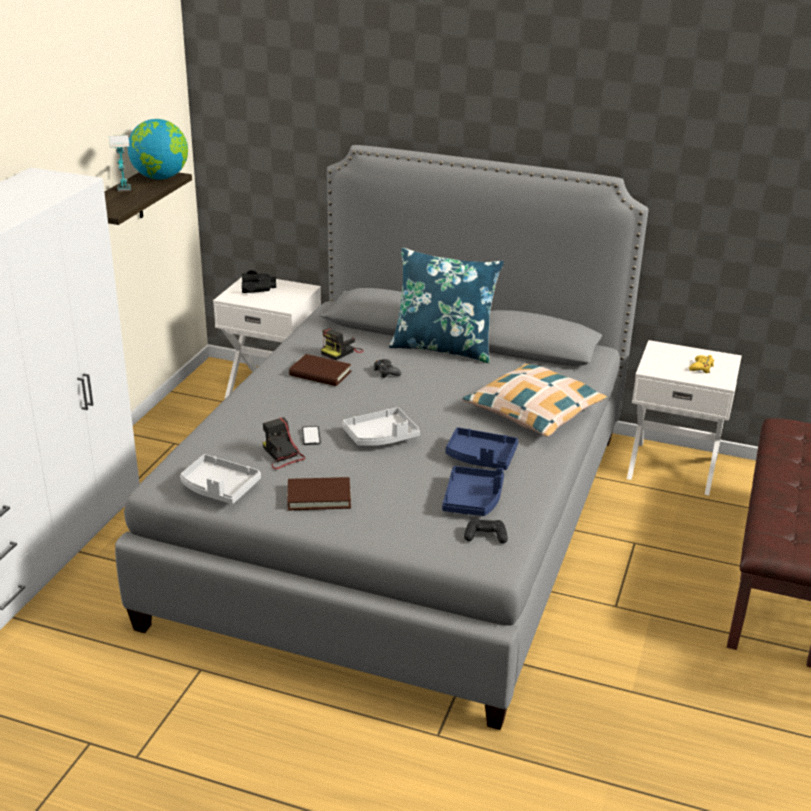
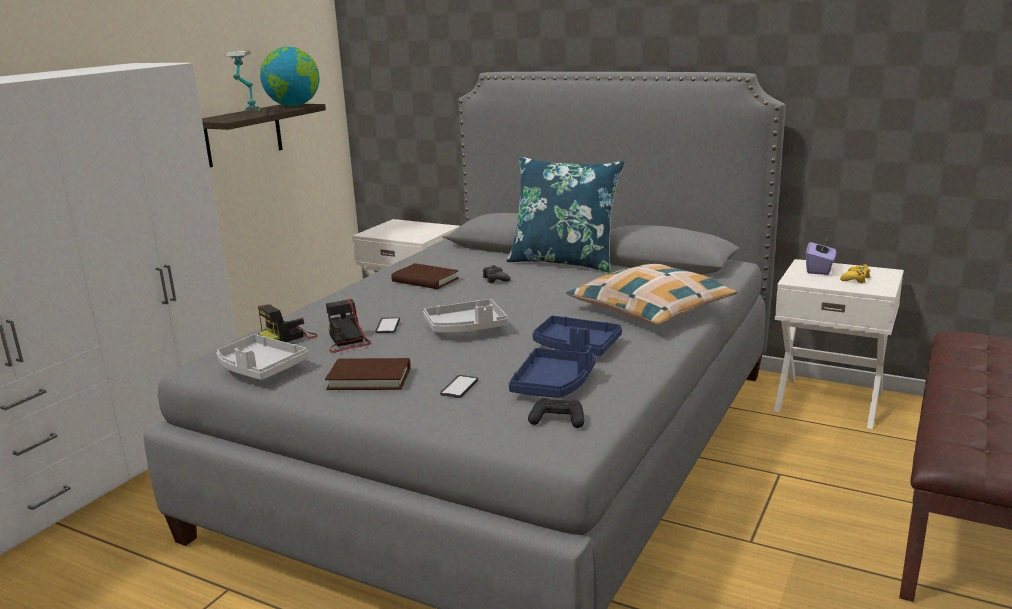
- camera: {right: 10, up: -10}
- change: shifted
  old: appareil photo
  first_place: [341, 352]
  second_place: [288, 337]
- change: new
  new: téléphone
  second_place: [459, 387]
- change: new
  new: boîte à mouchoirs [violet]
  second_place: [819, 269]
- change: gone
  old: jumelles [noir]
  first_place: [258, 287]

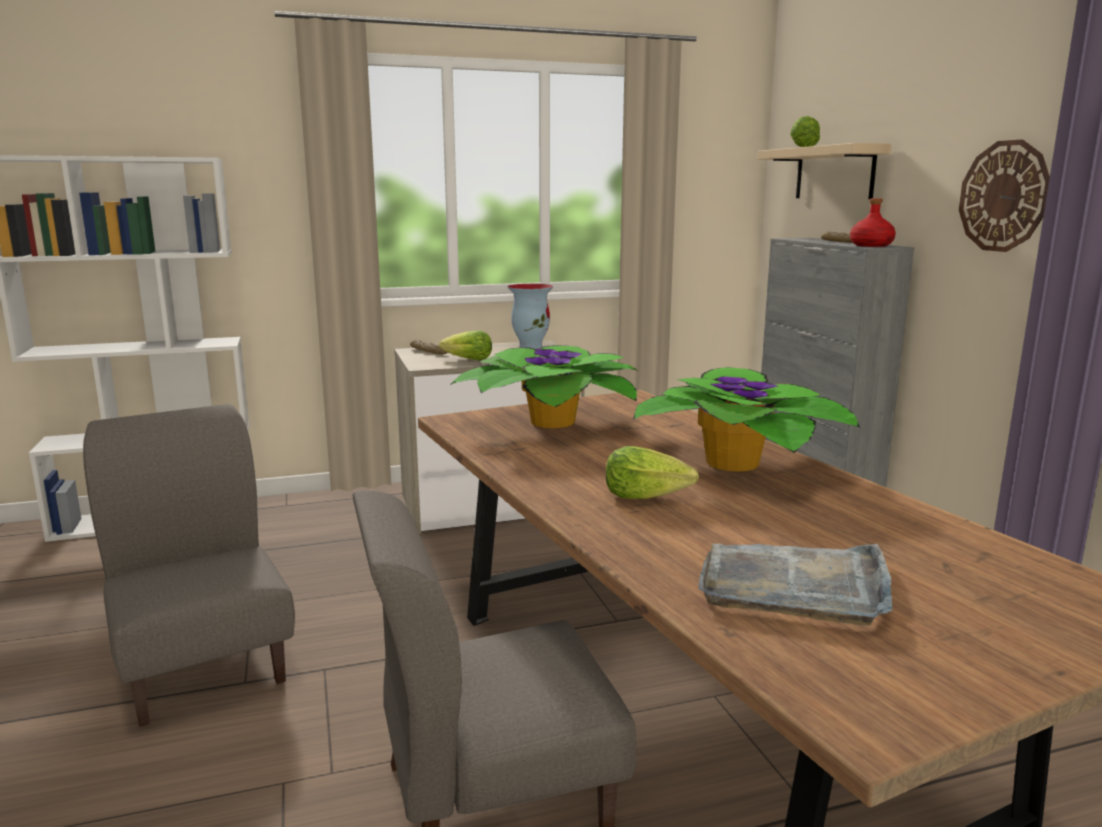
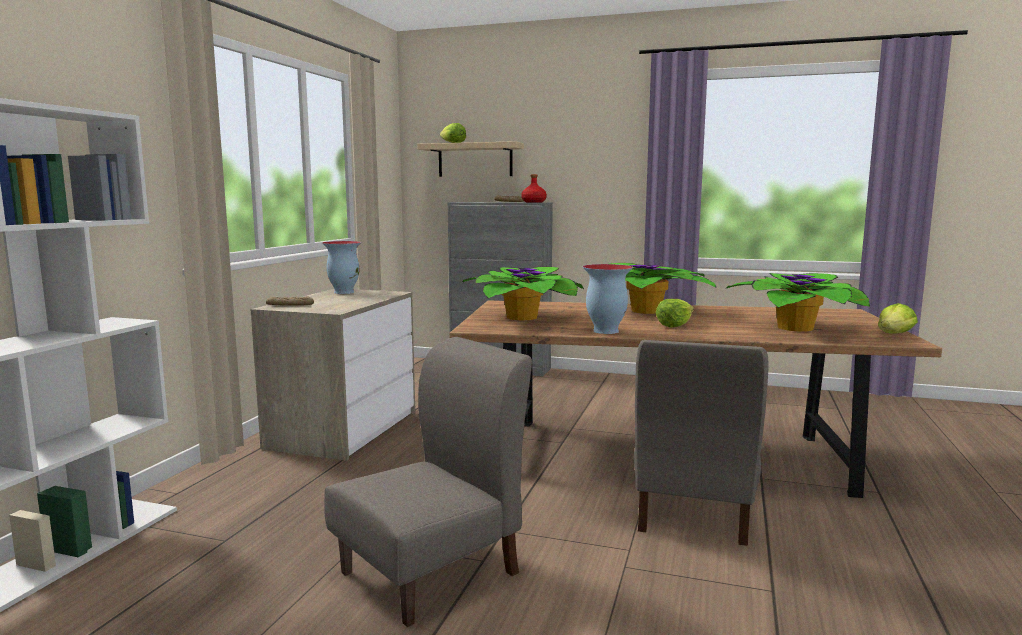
- camera: {right: -55, up: -5}
- change: rotated
  old: chaise [gris]
  first_place: [204, 664]
  second_place: [432, 572]
  degrees: 135
- change: new
  new: vase
  second_place: [605, 331]
- change: swapped
  old: plateau [gris]
  new: plante en pot
  first_place: [794, 585]
  second_place: [797, 329]
- change: shifted
  old: laitue
  first_place: [468, 360]
  second_place: [894, 335]
- change: gone
  old: horloge murale
  first_place: [1003, 196]

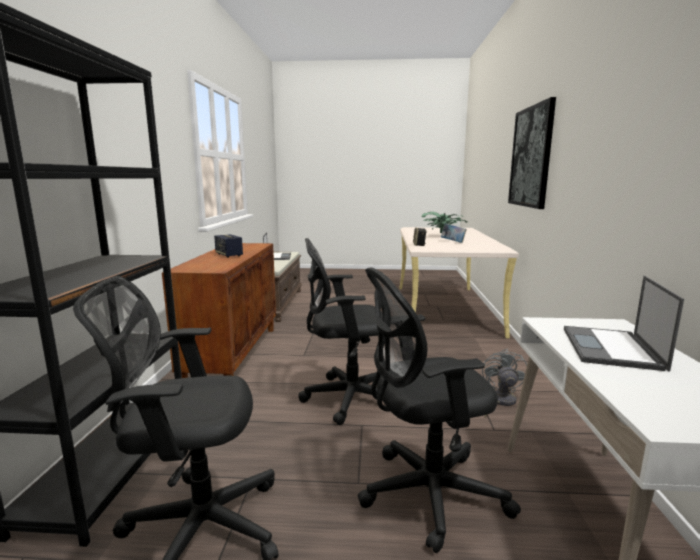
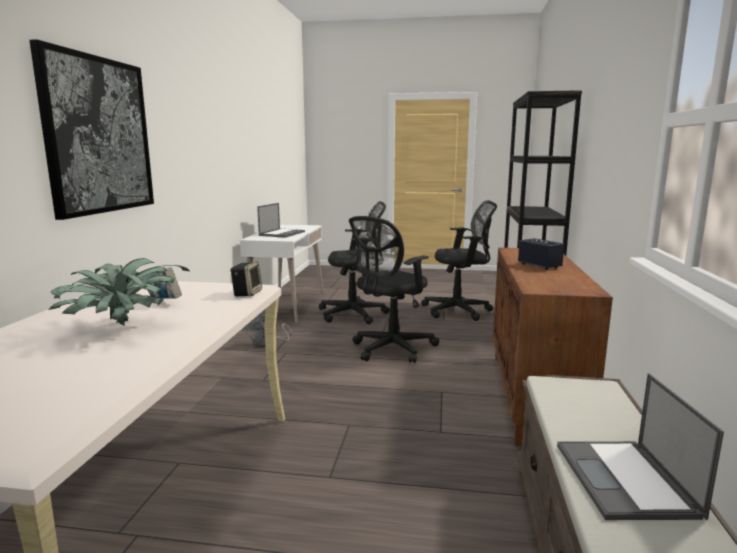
- camera: {right: -175, up: 0}
- change: rotated
  old: chaise de bureau [noir]
  first_place: [347, 398]
  second_place: [390, 349]
  degrees: 135

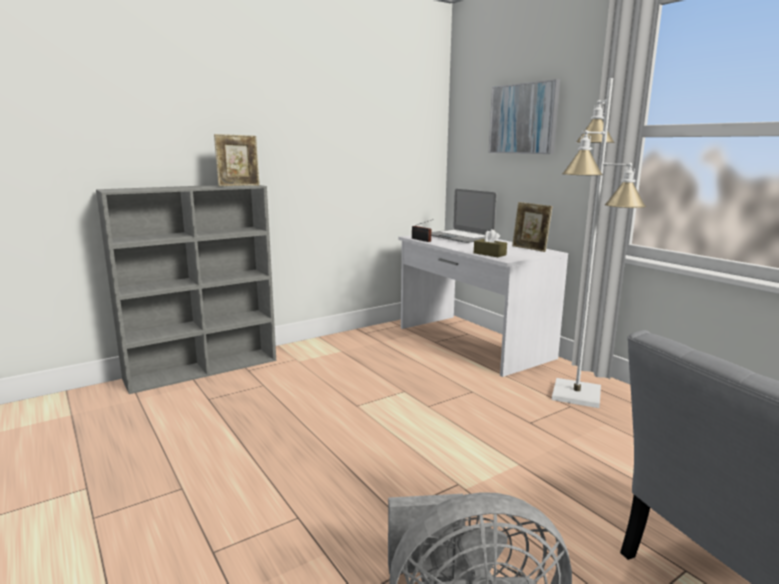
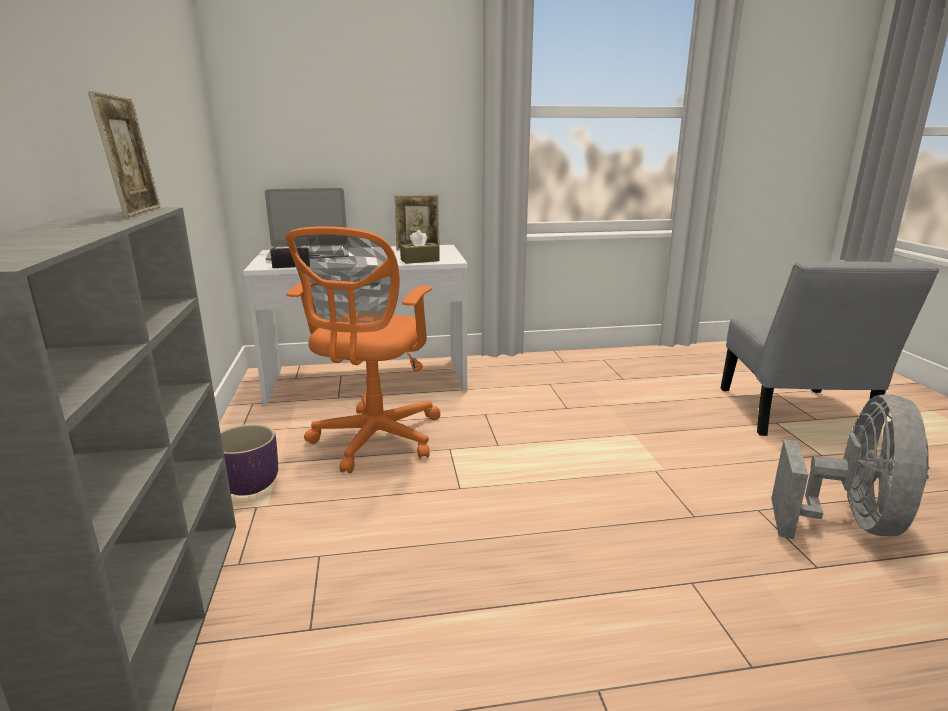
- camera: {right: -65, up: 5}
- change: new
  new: cache-pot [violet]
  second_place: [249, 485]
- change: new
  new: chaise de bureau [orange]
  second_place: [374, 441]
- change: gone
  old: tableau
  first_place: [523, 119]
- change: gone
  old: lampadaire [blanc]
  first_place: [577, 394]

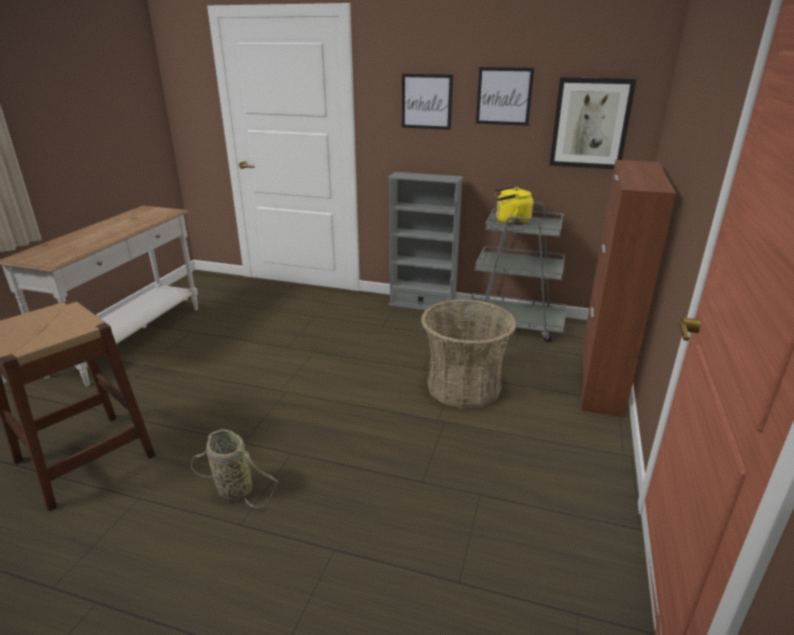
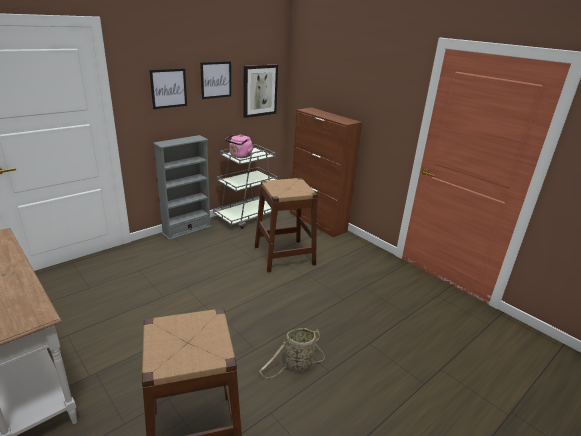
- camera: {right: -60, up: 0}
- change: repainted
  old: bouilloire [jaune]
  new: bouilloire [rose]
  first_place: [510, 222]
  second_place: [239, 156]
- change: swapped
  old: panier
  new: tabouret [marron]
  first_place: [464, 386]
  second_place: [284, 255]

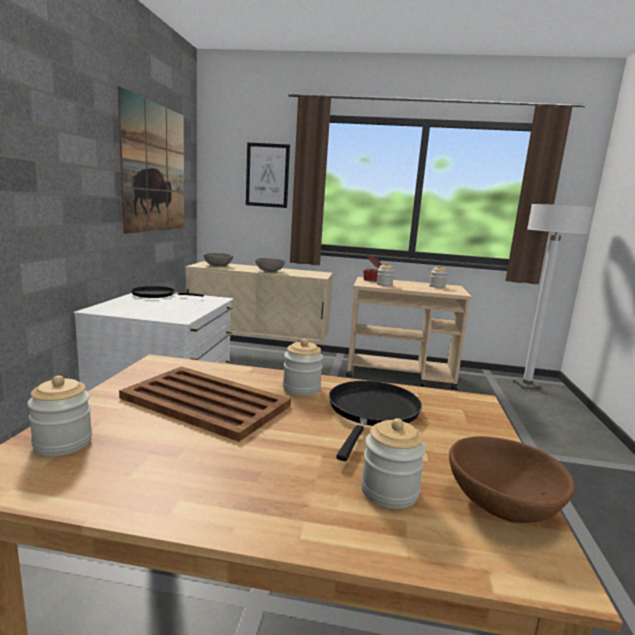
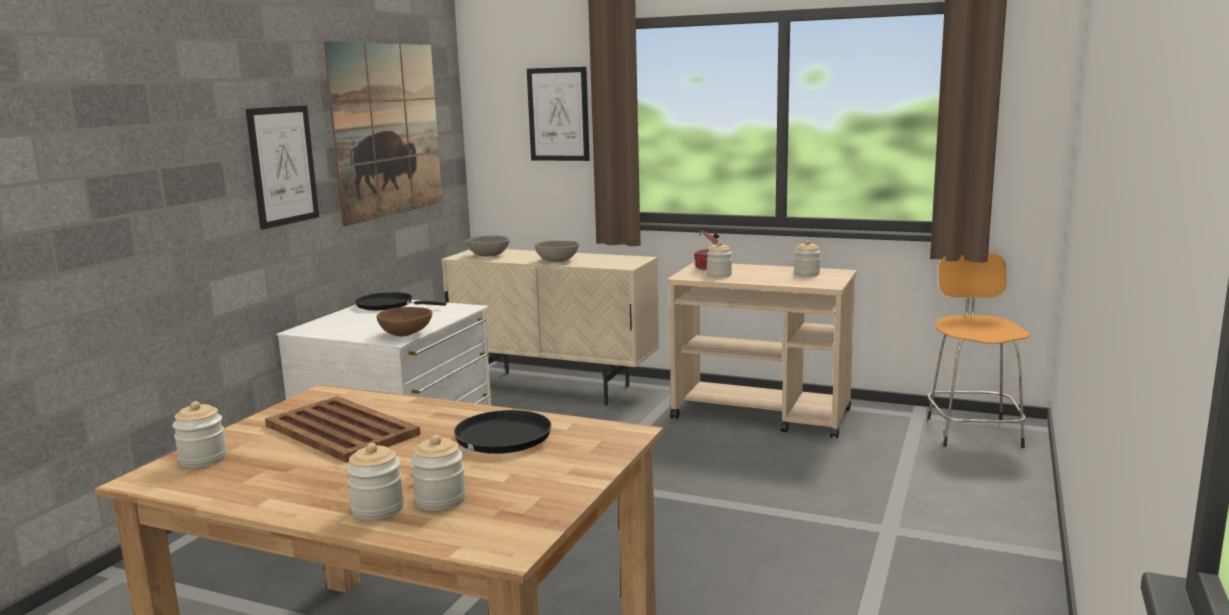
- camera: {right: 15, up: 0}
- change: new
  new: tableau
  second_place: [283, 165]
- change: shifted
  old: bocal
  first_place: [301, 388]
  second_place: [377, 509]
- change: shifted
  old: bol [marron]
  first_place: [502, 505]
  second_place: [405, 334]
- change: swapped
  old: lampadaire [blanc]
  new: tabouret [orange]
  first_place: [526, 385]
  second_place: [973, 431]

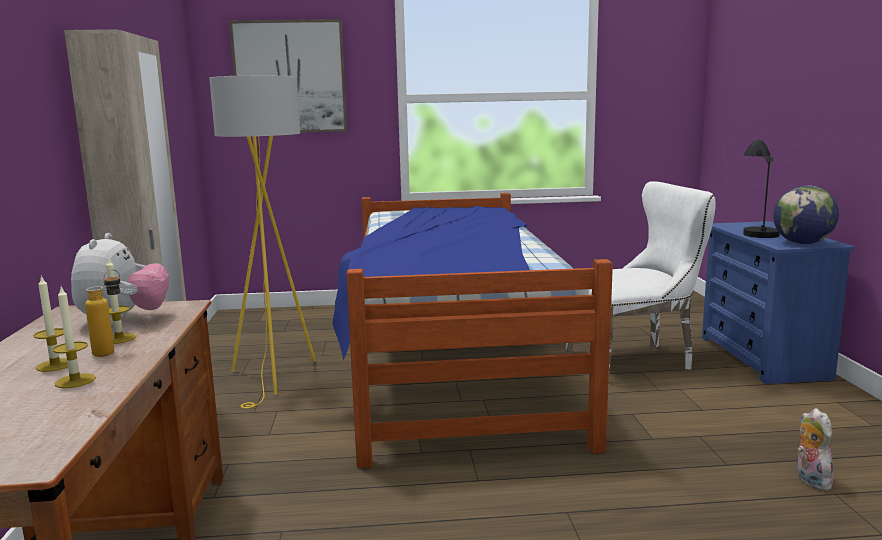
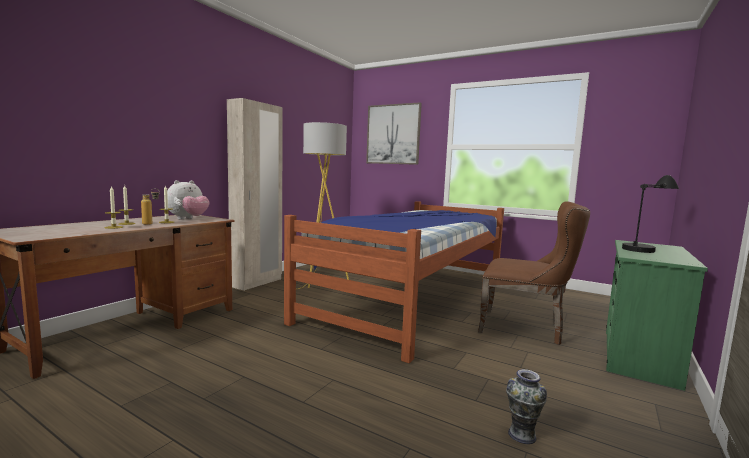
- camera: {right: 35, up: -5}
- change: repainted
  old: chaise [blanc]
  new: chaise [marron]
  first_place: [636, 360]
  second_place: [526, 328]
- change: swapped
  old: peluche
  new: vase
  first_place: [809, 480]
  second_place: [522, 435]
- change: repainted
  old: commode [bleu]
  new: commode [vert]
  first_place: [763, 357]
  second_place: [639, 356]
- change: gone
  old: globe
  first_place: [802, 243]

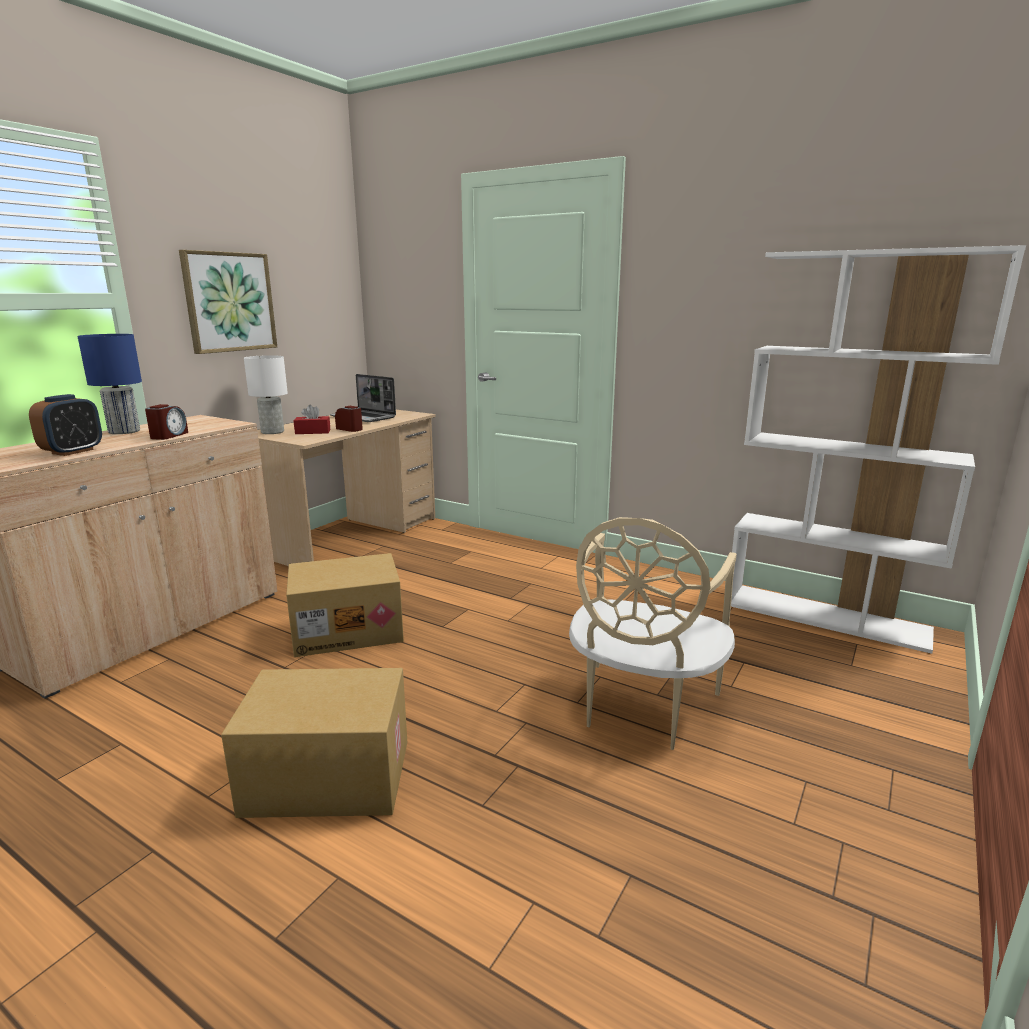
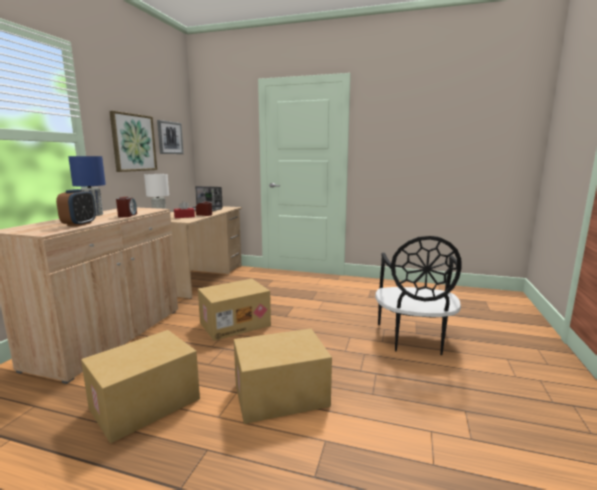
- camera: {right: -15, up: -5}
- change: new
  new: carton
  second_place: [145, 405]
- change: new
  new: tableau
  second_place: [169, 138]
- change: repainted
  old: chaise [beige]
  new: chaise [noir]
  first_place: [641, 707]
  second_place: [413, 339]
- change: gone
  old: bibliothèque [blanc]
  first_place: [826, 617]

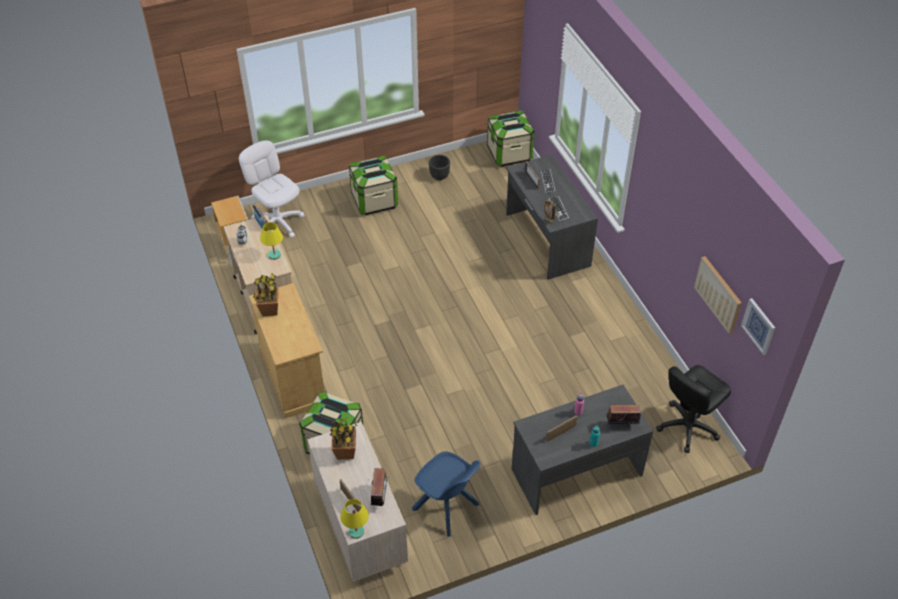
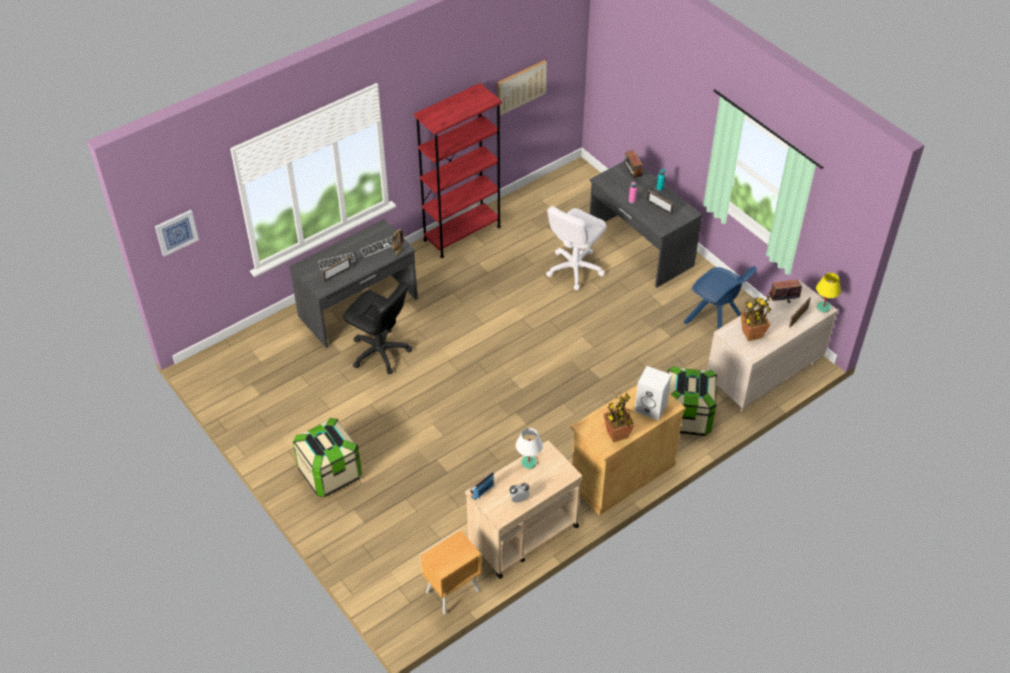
- camera: {right: -105, up: 0}
- change: shifted
  old: tableau
  first_place: [759, 326]
  second_place: [176, 232]
- change: shifted
  old: chaise de bureau [noir]
  first_place: [687, 426]
  second_place: [380, 352]
- change: new
  new: bibliothèque [rouge]
  second_place: [462, 233]
- change: repainted
  old: lampe de table [jaune]
  new: lampe de table [blanc]
  first_place: [274, 255]
  second_place: [528, 463]
- change: shifted
  old: chaise de bureau [blanc]
  first_place: [278, 222]
  second_place: [574, 269]
- change: new
  new: enceinte [blanc]
  second_place: [651, 407]
- change: rotated
  old: chaise [bleu]
  first_place: [447, 508]
  second_place: [715, 321]
  degrees: 105
- change: gone
  old: cache-pot [noir]
  first_place: [439, 176]
- change: gone
  old: boîte de rangement
  first_place: [509, 154]

